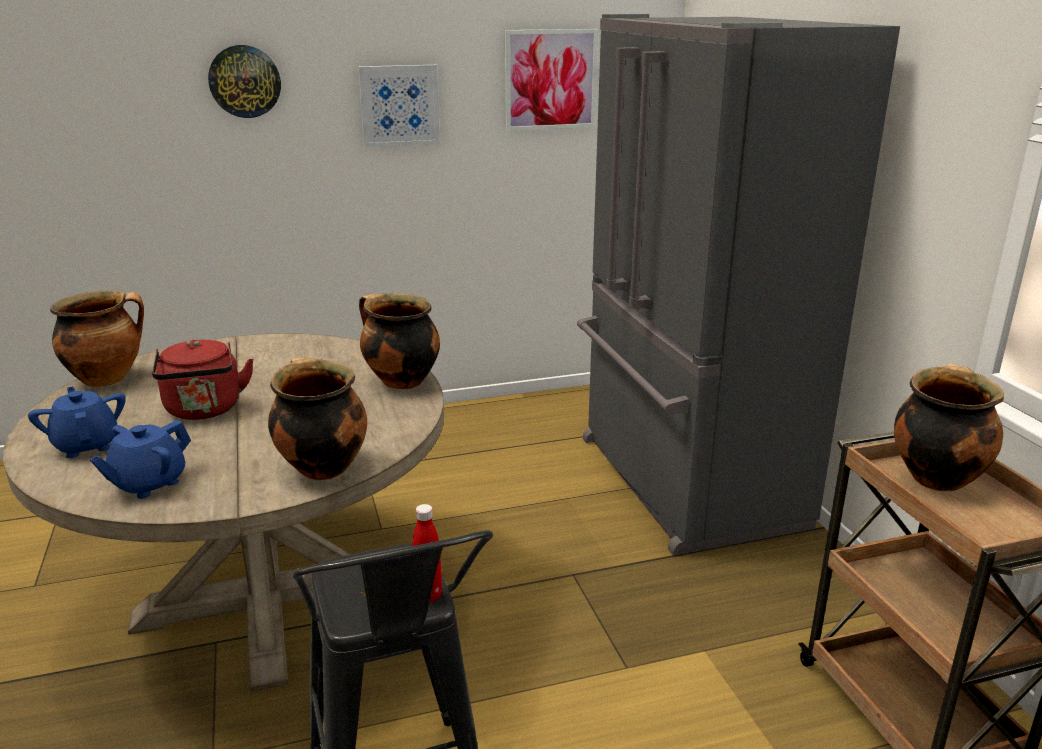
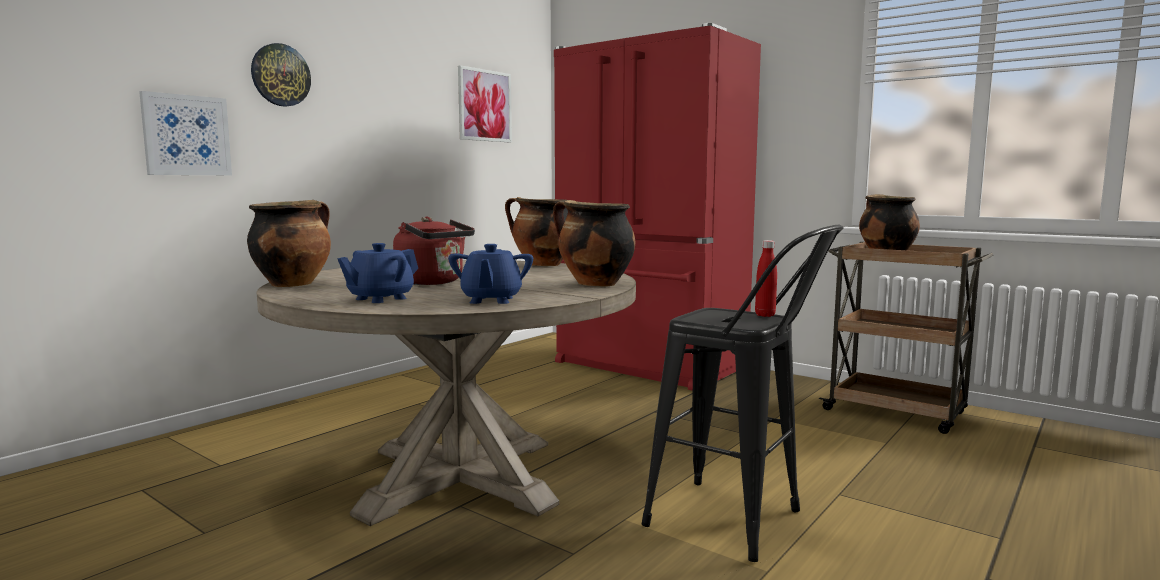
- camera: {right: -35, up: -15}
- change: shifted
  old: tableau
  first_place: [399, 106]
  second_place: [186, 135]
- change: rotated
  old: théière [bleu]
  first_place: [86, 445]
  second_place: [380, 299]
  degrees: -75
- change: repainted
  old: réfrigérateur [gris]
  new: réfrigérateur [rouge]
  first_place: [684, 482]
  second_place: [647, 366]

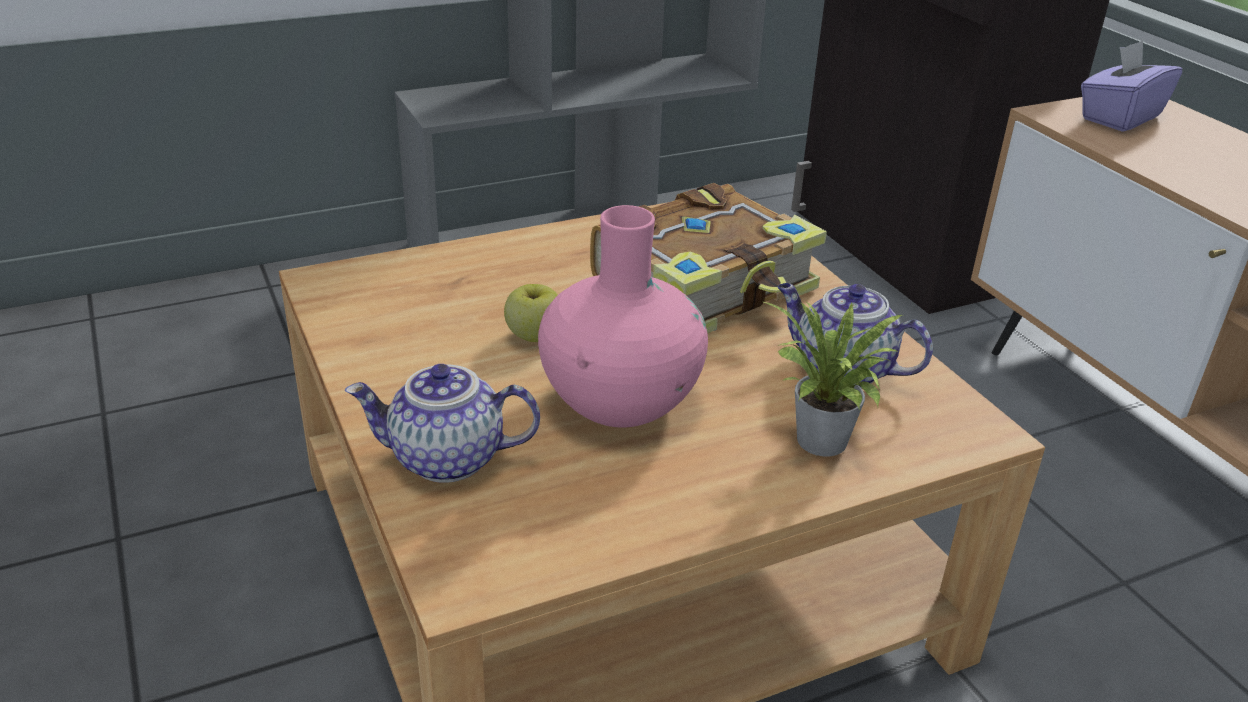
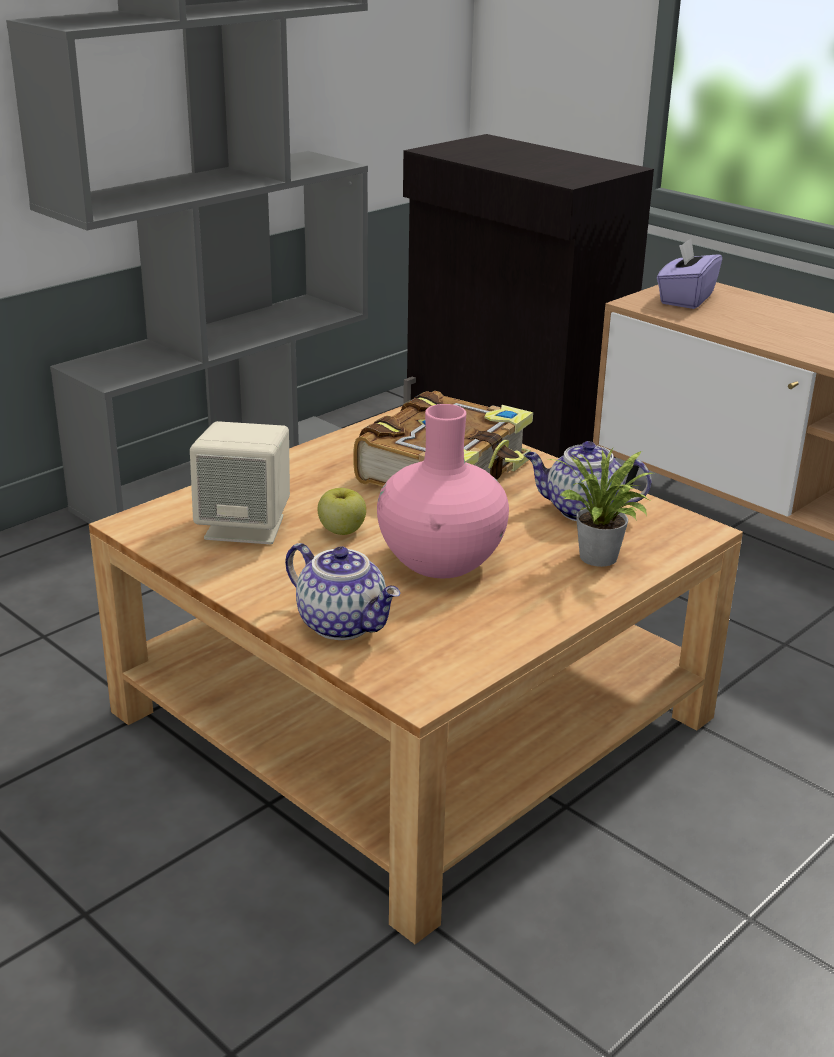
- camera: {right: -20, up: -5}
- change: new
  new: enceinte [beige]
  second_place: [246, 527]
- change: rotated
  old: théière
  first_place: [445, 460]
  second_place: [344, 624]
  degrees: -120

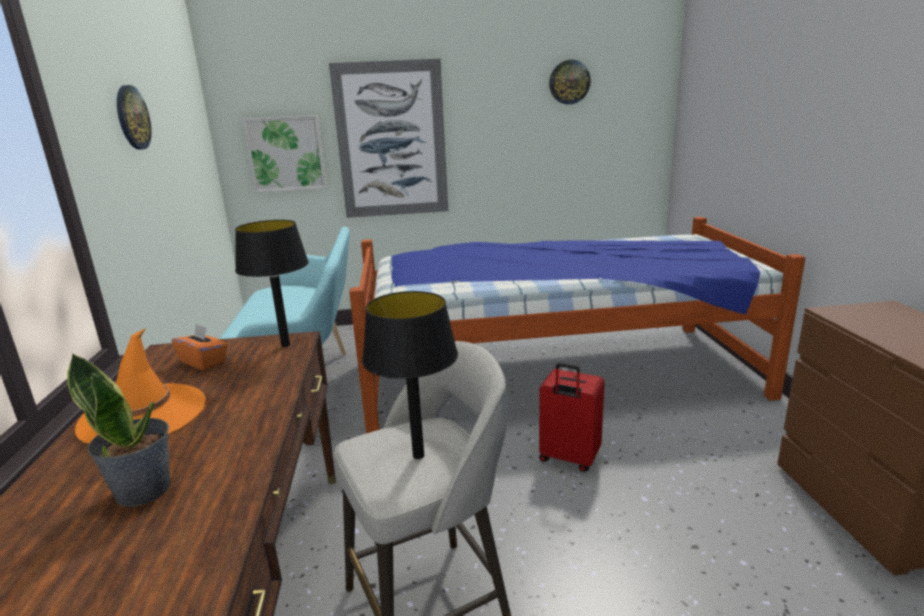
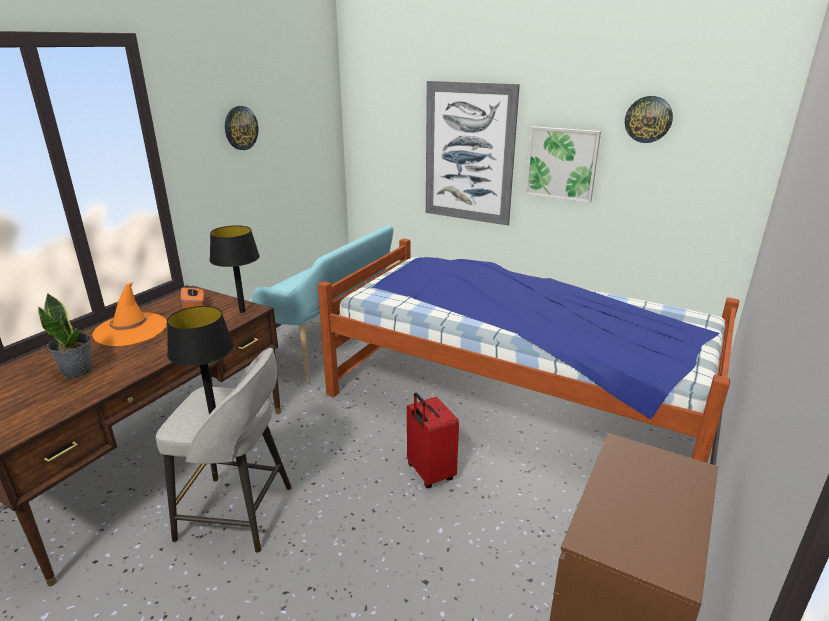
- camera: {right: 35, up: 5}
- change: shifted
  old: tableau
  first_place: [286, 154]
  second_place: [561, 164]

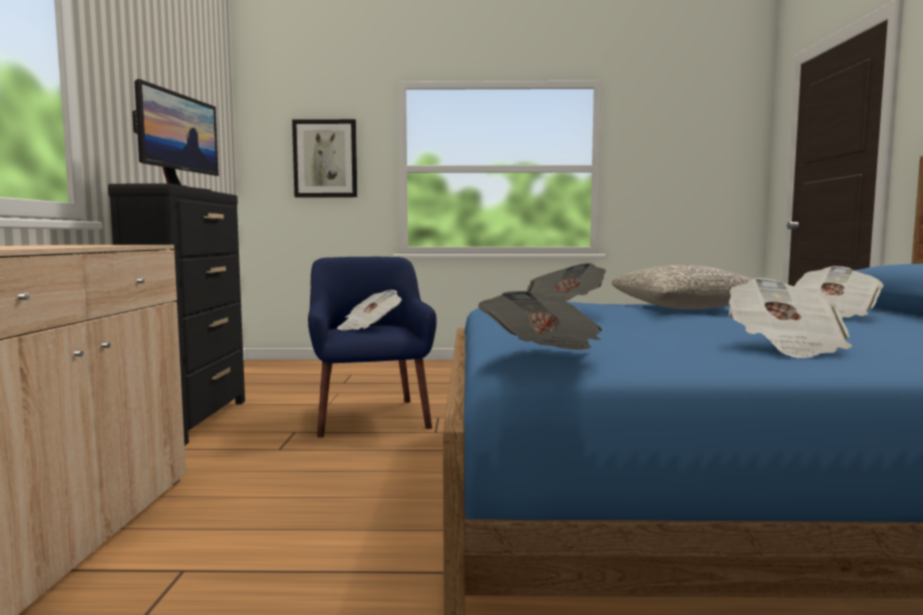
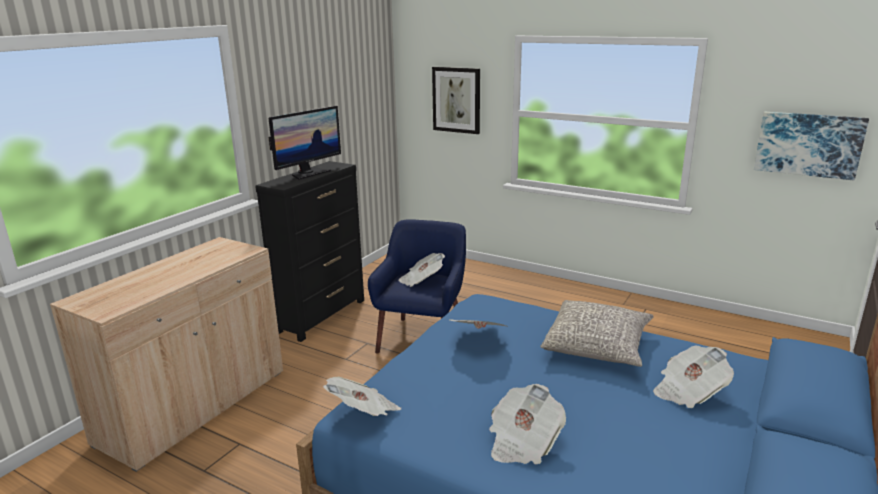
- camera: {right: 30, up: 15}
- change: new
  new: tableau
  second_place: [808, 144]

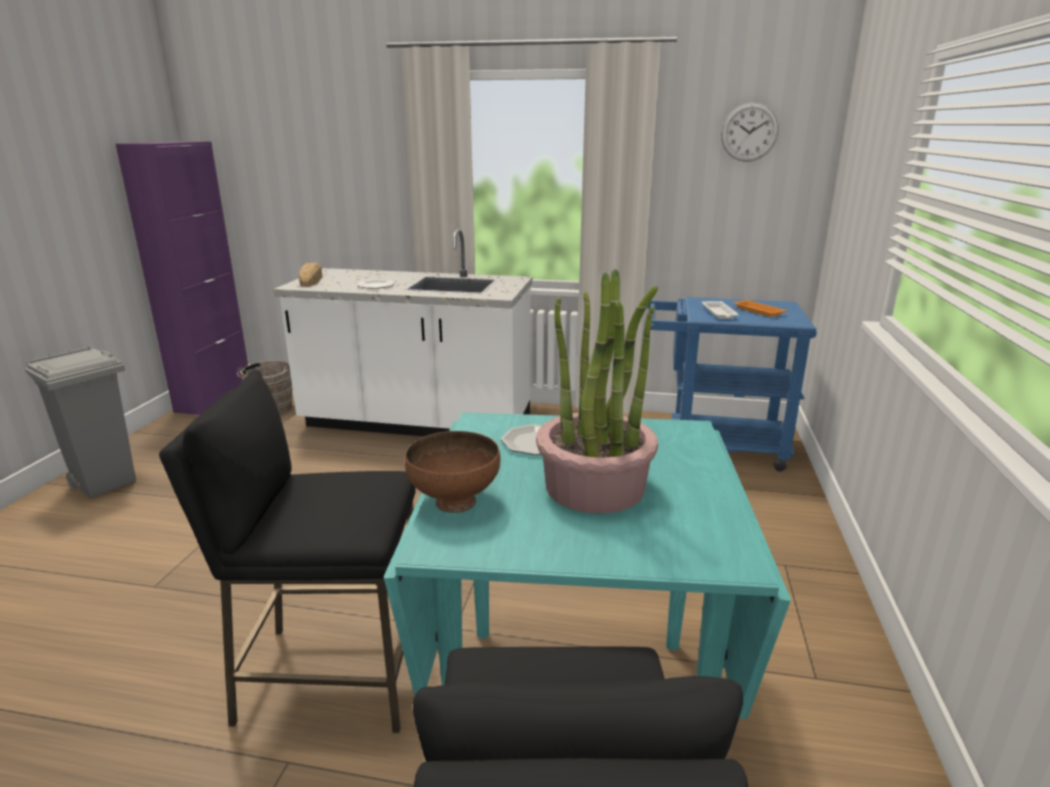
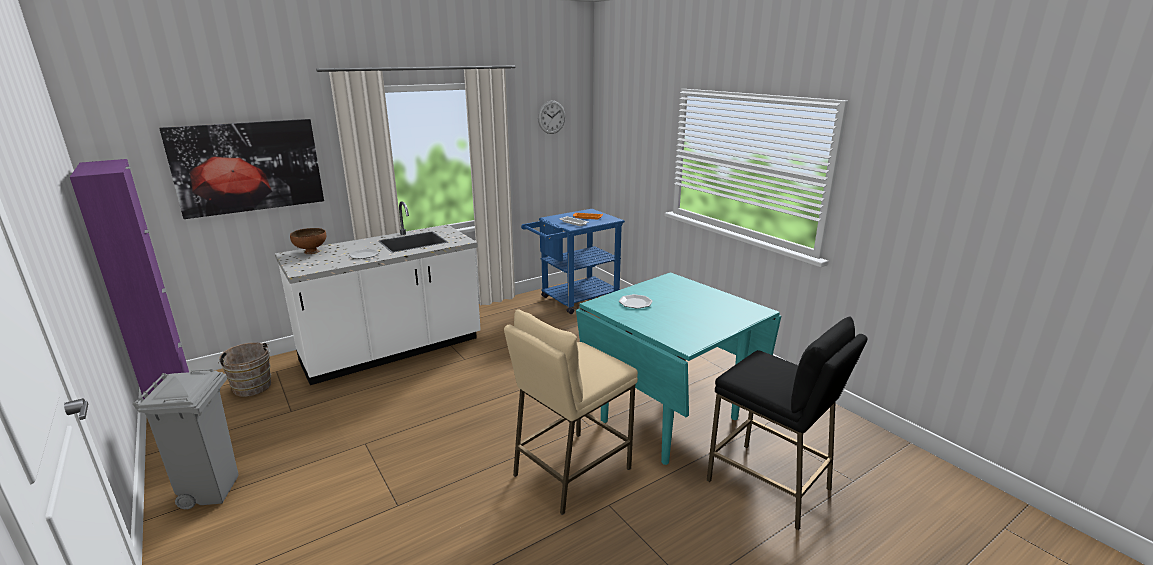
- camera: {right: -45, up: 0}
- change: new
  new: tableau
  second_place: [248, 167]
- change: shifted
  old: bol [marron]
  first_place: [454, 501]
  second_place: [311, 251]
- change: repainted
  old: tabouret [noir]
  new: tabouret [beige]
  first_place: [332, 676]
  second_place: [571, 471]
- change: gone
  old: pain
  first_place: [311, 280]
- change: gone
  old: plante en pot
  first_place: [595, 487]

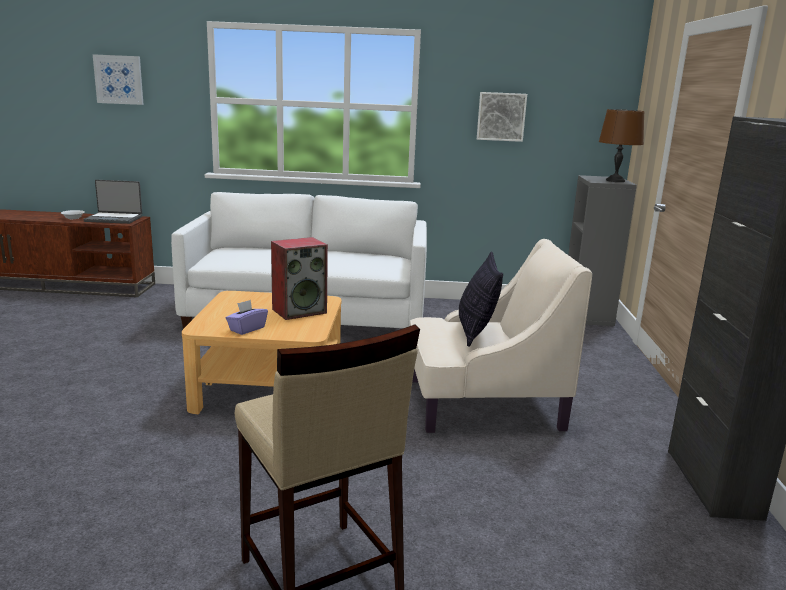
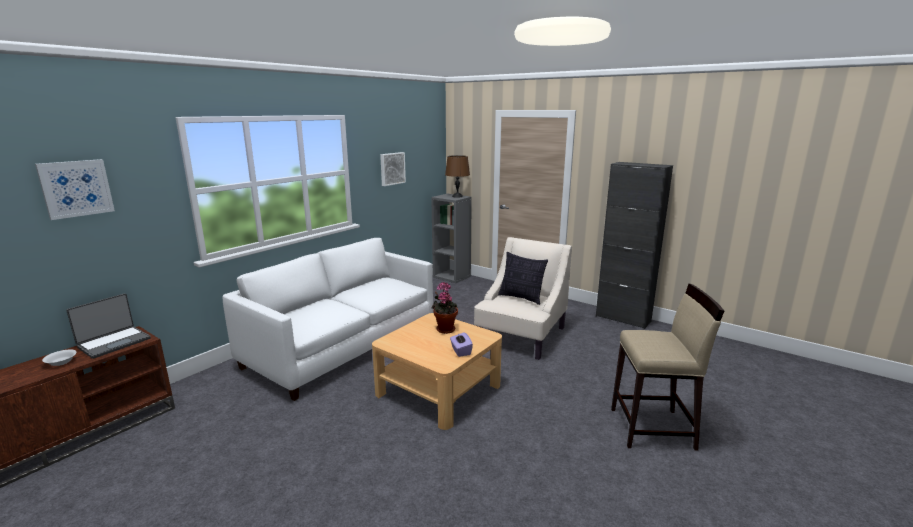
- camera: {right: -55, up: 0}
- change: swapped
  old: enceinte
  new: plante en pot
  first_place: [299, 311]
  second_place: [444, 329]

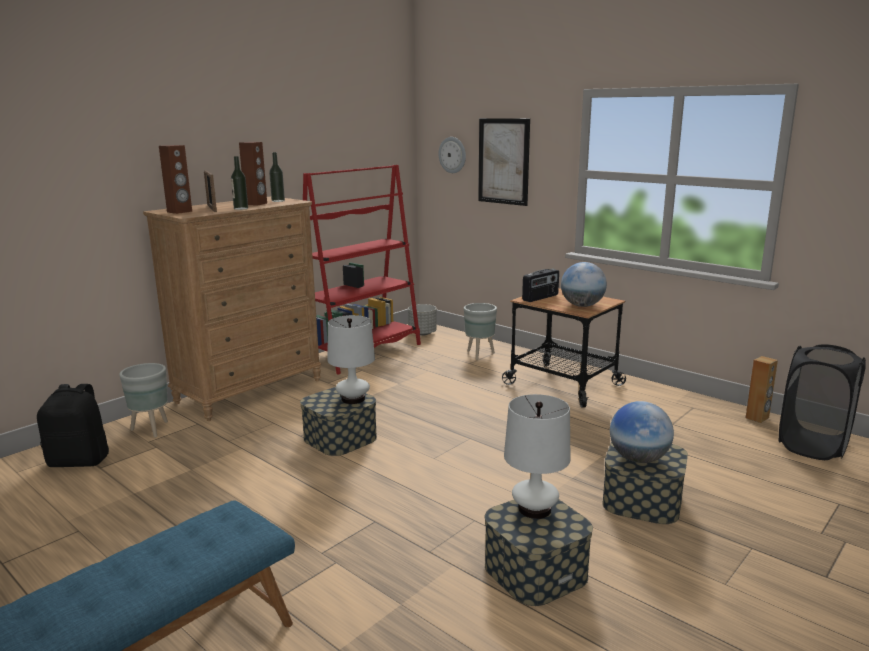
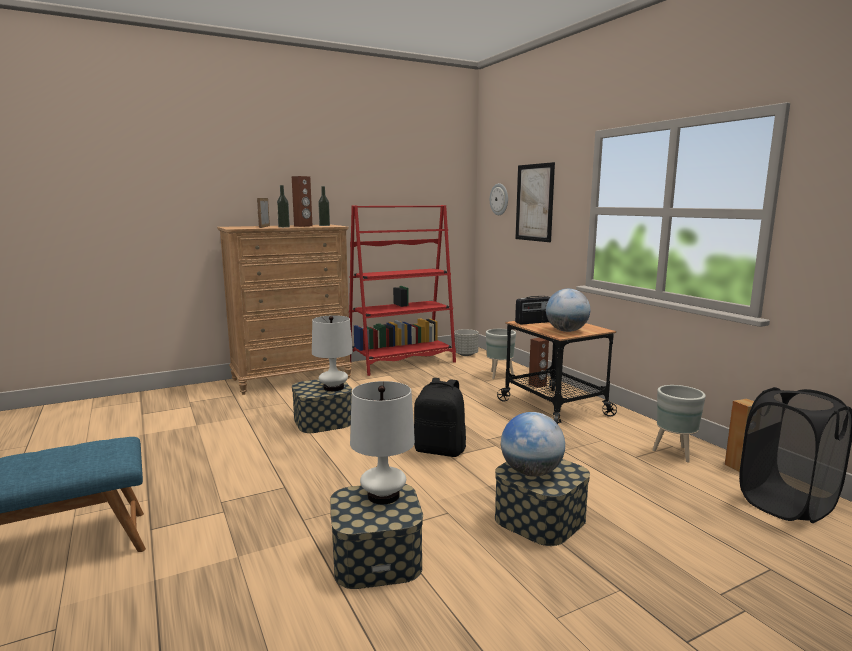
- camera: {right: 20, up: -5}
- change: shifted
  old: sac à dos [noir]
  first_place: [80, 461]
  second_place: [440, 450]
- change: shifted
  old: enceinte [marron]
  first_place: [179, 212]
  second_place: [537, 385]
- change: shifted
  old: cache-pot [gris]
  first_place: [152, 429]
  second_place: [675, 453]

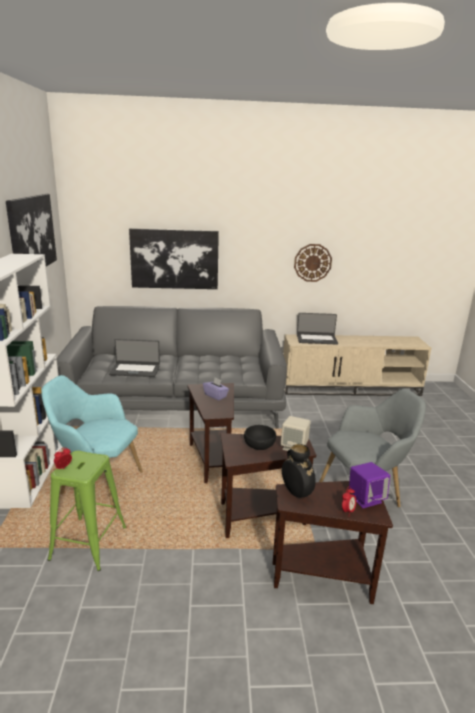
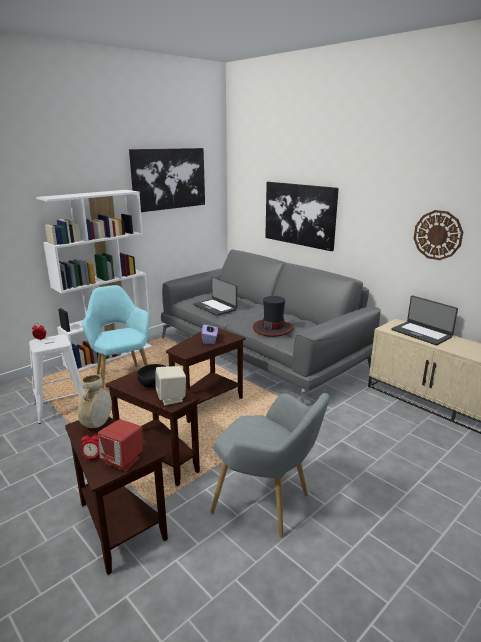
- camera: {right: 50, up: 0}
- change: repainted
  old: tabouret [vert]
  new: tabouret [blanc]
  first_place: [89, 543]
  second_place: [61, 407]
- change: repainted
  old: vase [noir]
  new: vase [beige]
  first_place: [297, 493]
  second_place: [97, 424]
- change: repainted
  old: enceinte [violet]
  new: enceinte [rouge]
  first_place: [366, 499]
  second_place: [123, 460]
- change: new
  new: chapeau
  second_place: [273, 328]

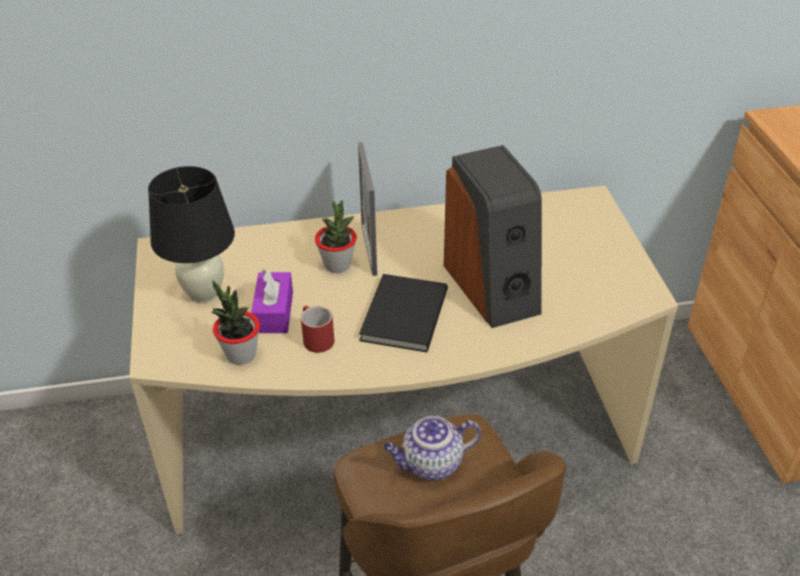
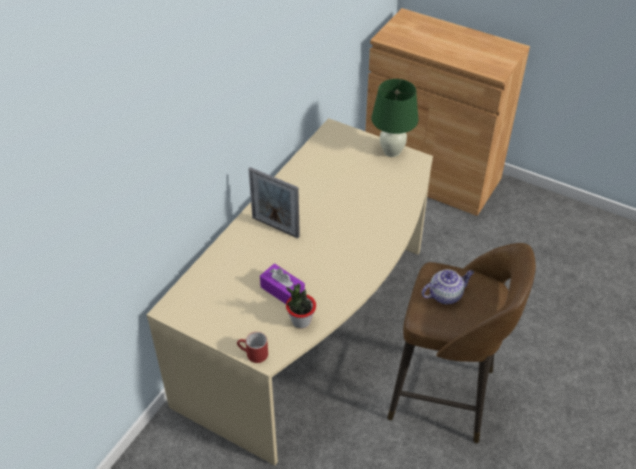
- camera: {right: -50, up: 5}
- change: shifted
  old: mug [rouge]
  first_place: [314, 338]
  second_place: [253, 354]
- change: new
  new: lampe de table [vert]
  second_place: [391, 151]
- change: rotated
  old: théière
  first_place: [431, 464]
  second_place: [446, 295]
  degrees: -135
- change: gone
  old: lampe de table [noir]
  first_place: [204, 294]
- change: gone
  old: plante en pot
  first_place: [337, 265]
- change: gone
  old: livre [noir]
  first_place: [401, 316]
- change: gone
  old: enceinte
  first_place: [493, 287]

